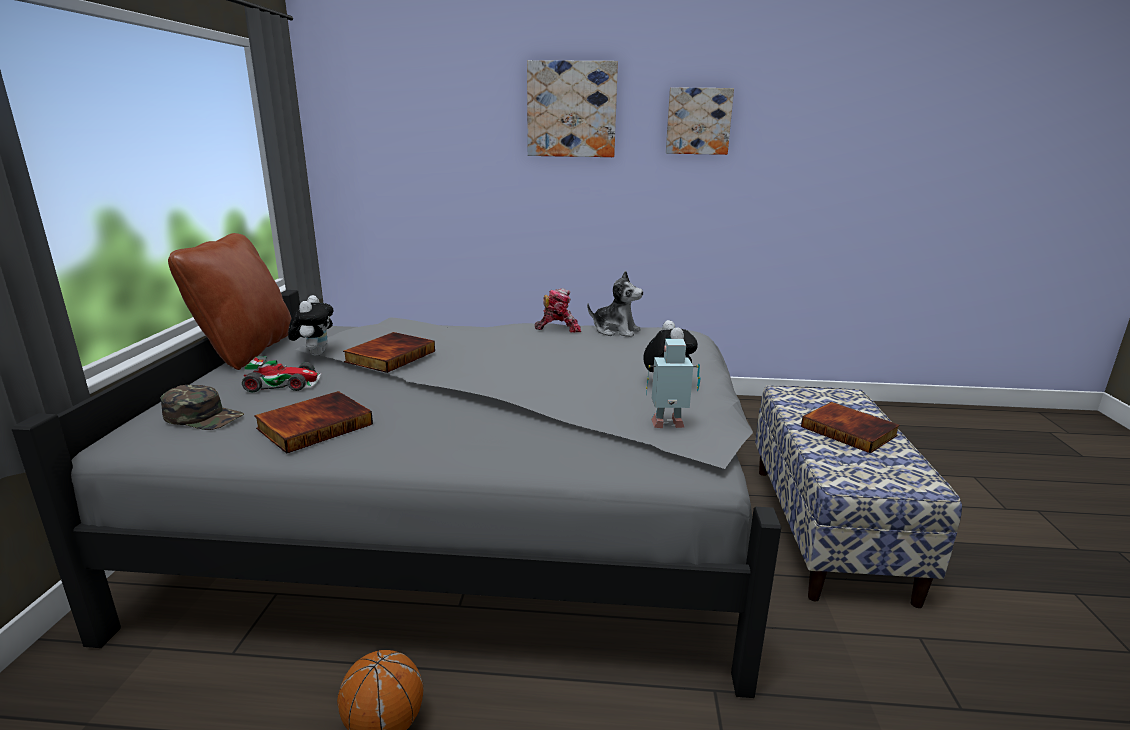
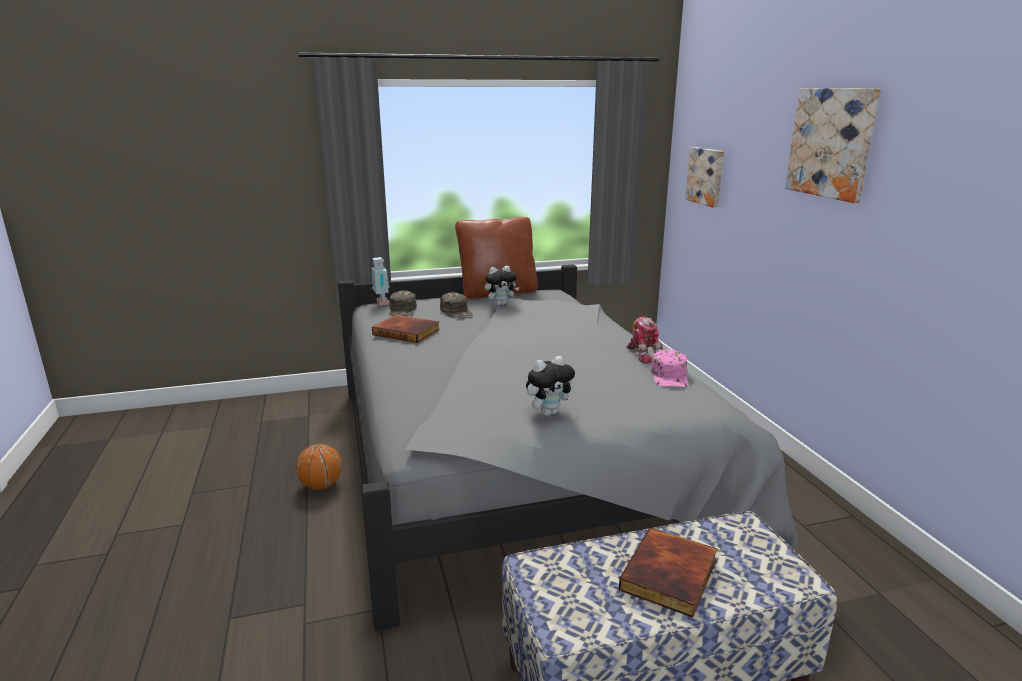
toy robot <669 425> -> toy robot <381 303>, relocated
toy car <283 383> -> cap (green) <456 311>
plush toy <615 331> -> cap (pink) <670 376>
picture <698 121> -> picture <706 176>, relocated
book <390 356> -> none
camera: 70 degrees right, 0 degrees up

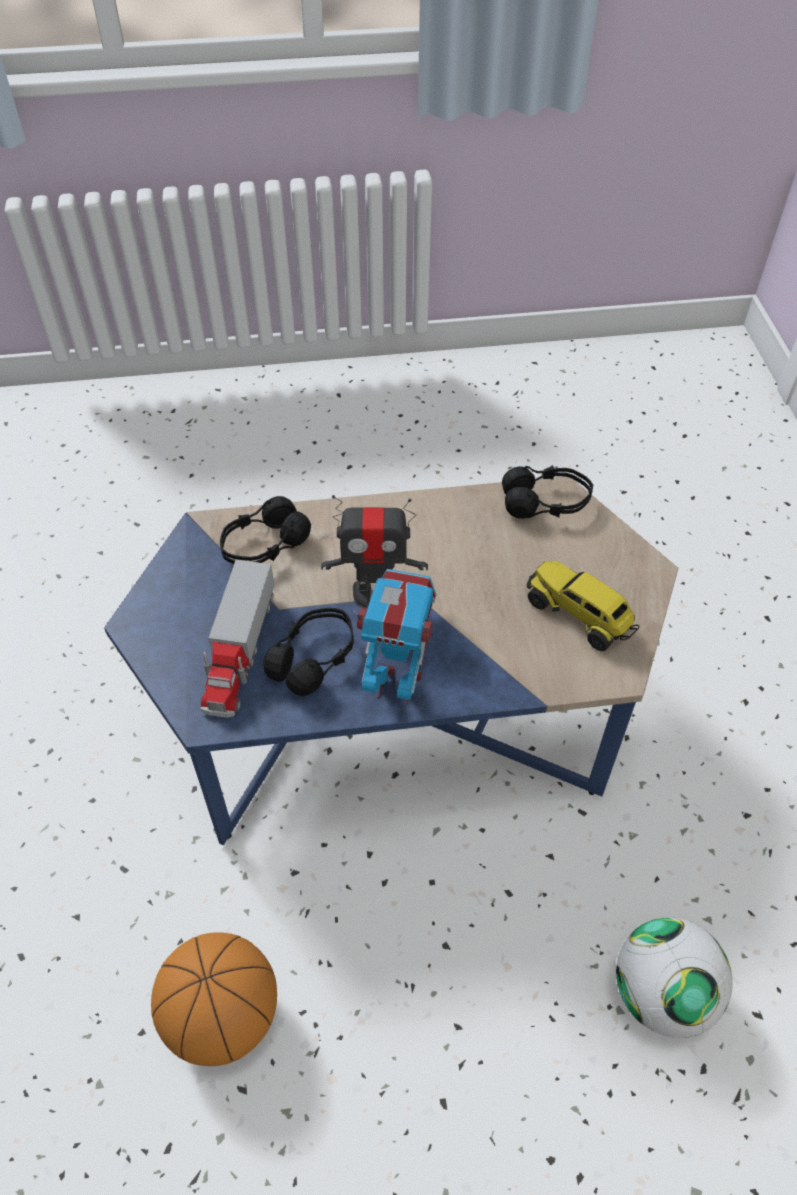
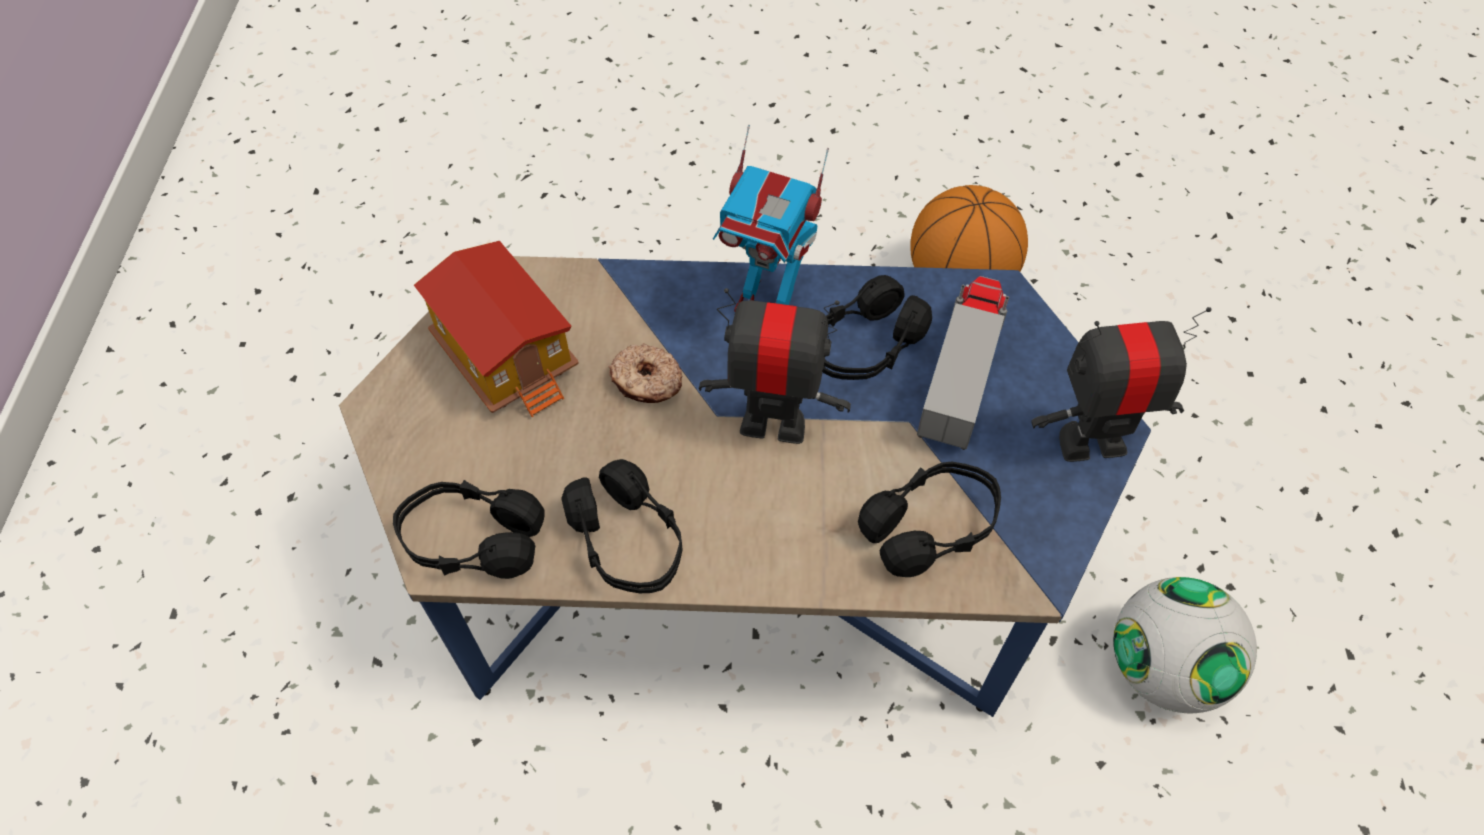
toy truck <579 615> -> toy house <509 355>
none -> headphones (black) <628 541>
none -> donut <647 382>
none -> toy robot <1091 443>
football <661 993> -> football <1162 668>, relocated
camera: 170 degrees left, 5 degrees up

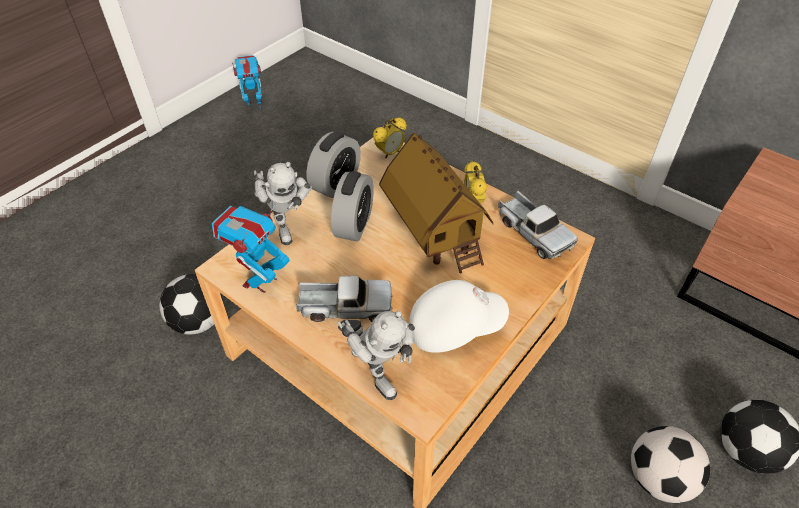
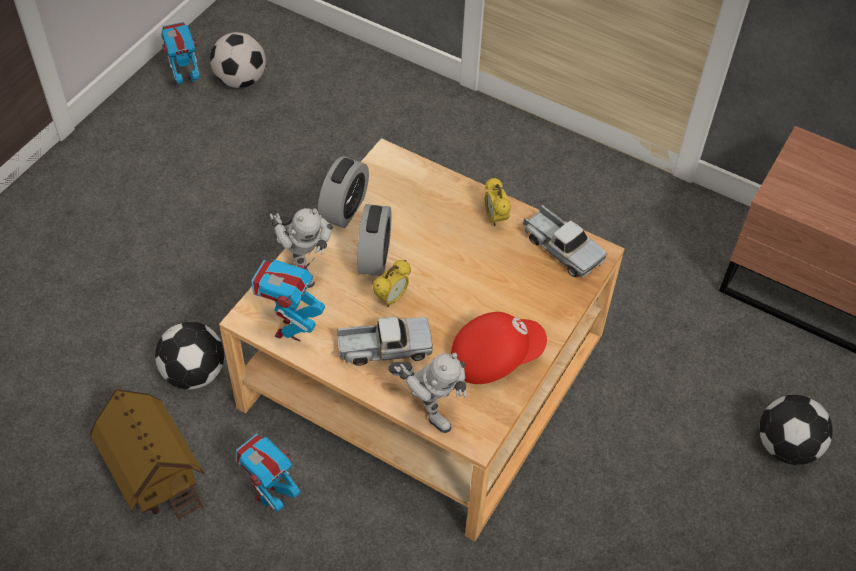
toy house <434 233> -> toy house <155 475>, relocated
football <658 478> -> football <240 80>, relocated
none -> toy robot <272 497>
alarm clock <390 153> -> alarm clock <391 298>, relocated
cap (white) <454 326> -> cap (red) <495 356>
camera: 10 degrees left, 5 degrees up

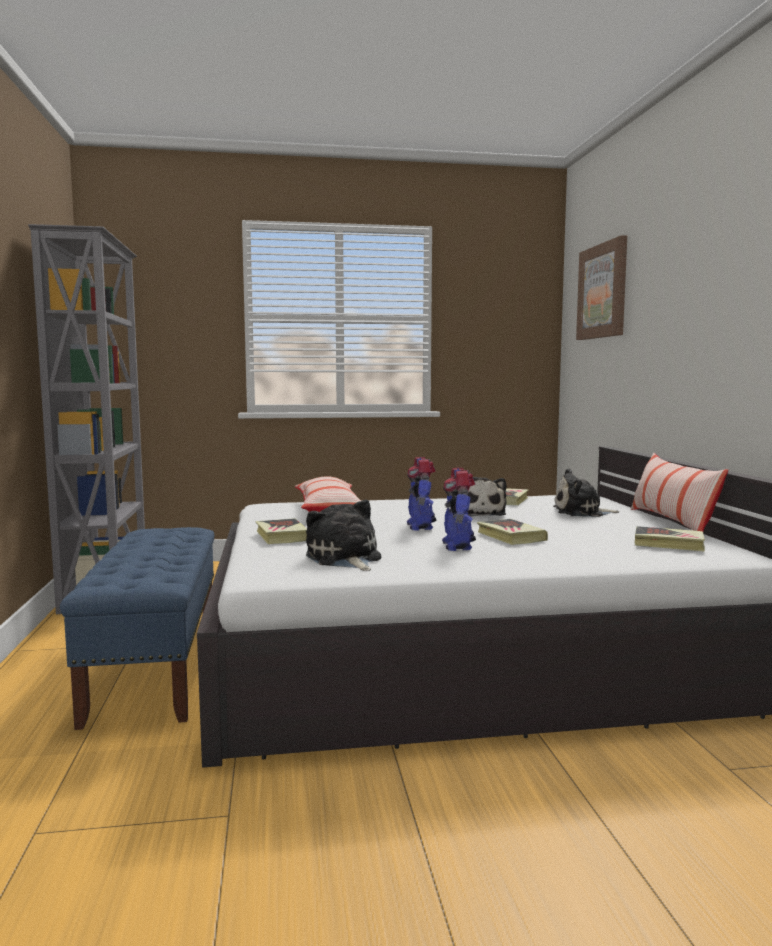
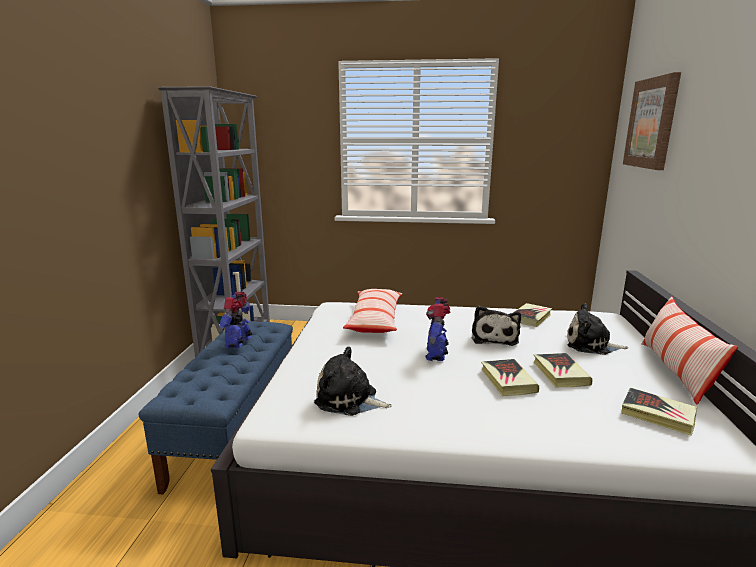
toy robot <458 545> -> toy robot <239 343>, relocated
plush toy <344 558> -> plush toy <349 400>, 60 degrees counterclockwise
book <282 536> -> book <560 373>, relocated
camera: 15 degrees right, 10 degrees up

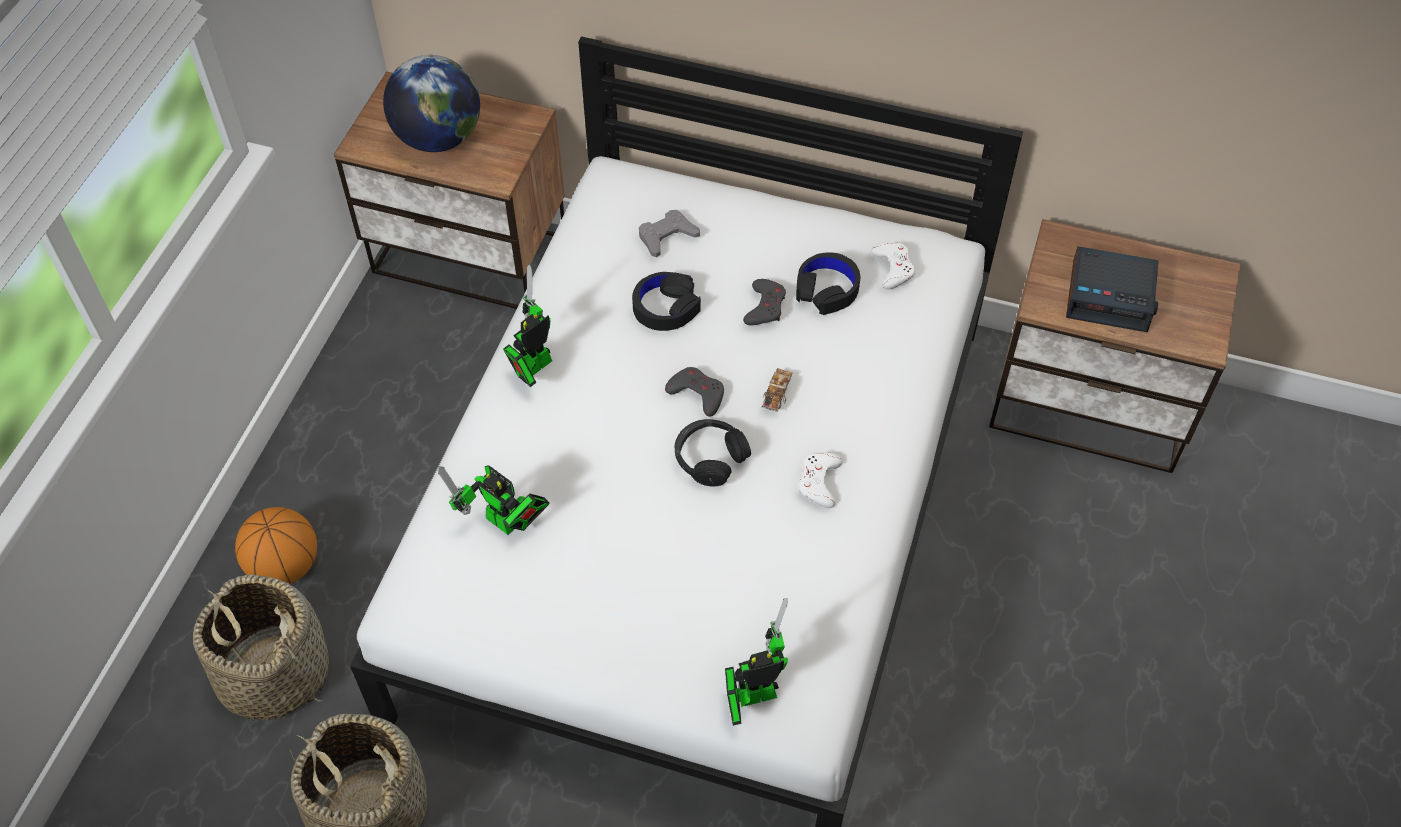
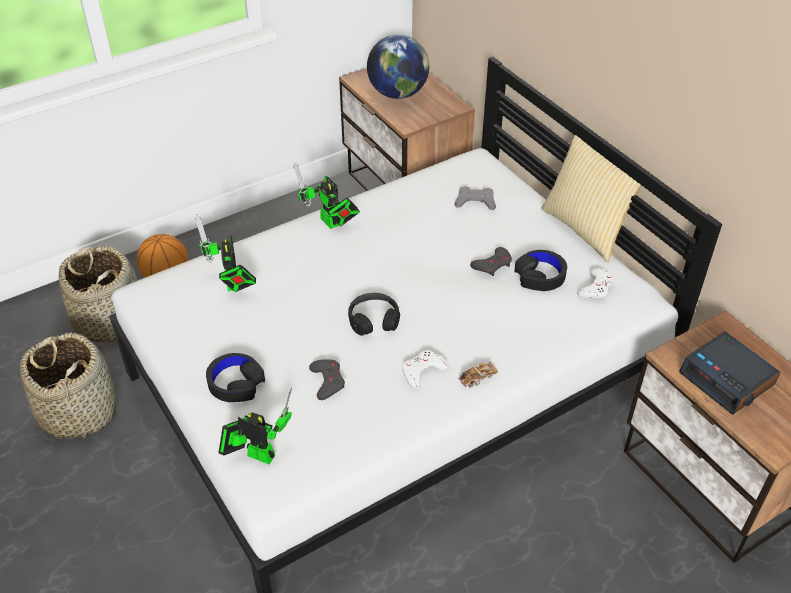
headphones (black) <666 307> -> headphones (black) <235 383>, relocated
toy robot <532 368> -> toy robot <331 224>, 120 degrees counterclockwise
game controller (grey) <697 393> -> game controller (grey) <327 381>, relocated
toy car <777 394> -> toy car <477 379>, relocated
none -> pillow <586 228>
camera: 40 degrees right, 10 degrees down

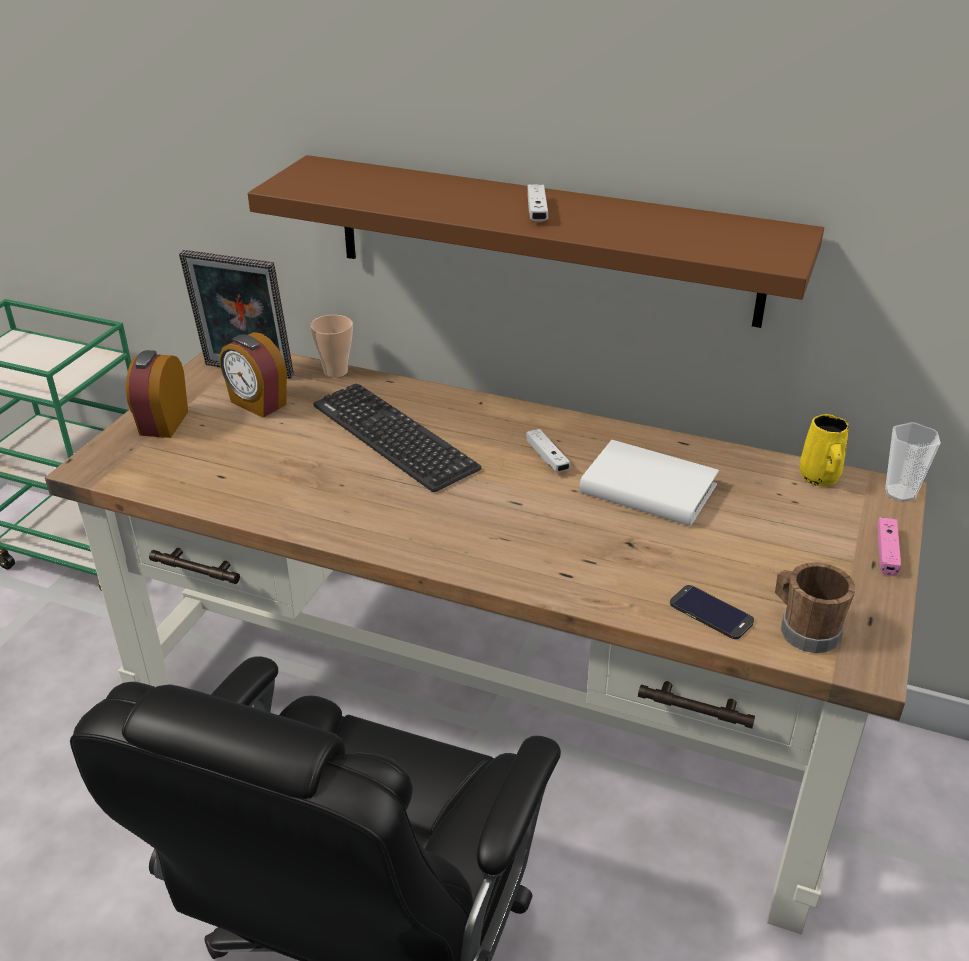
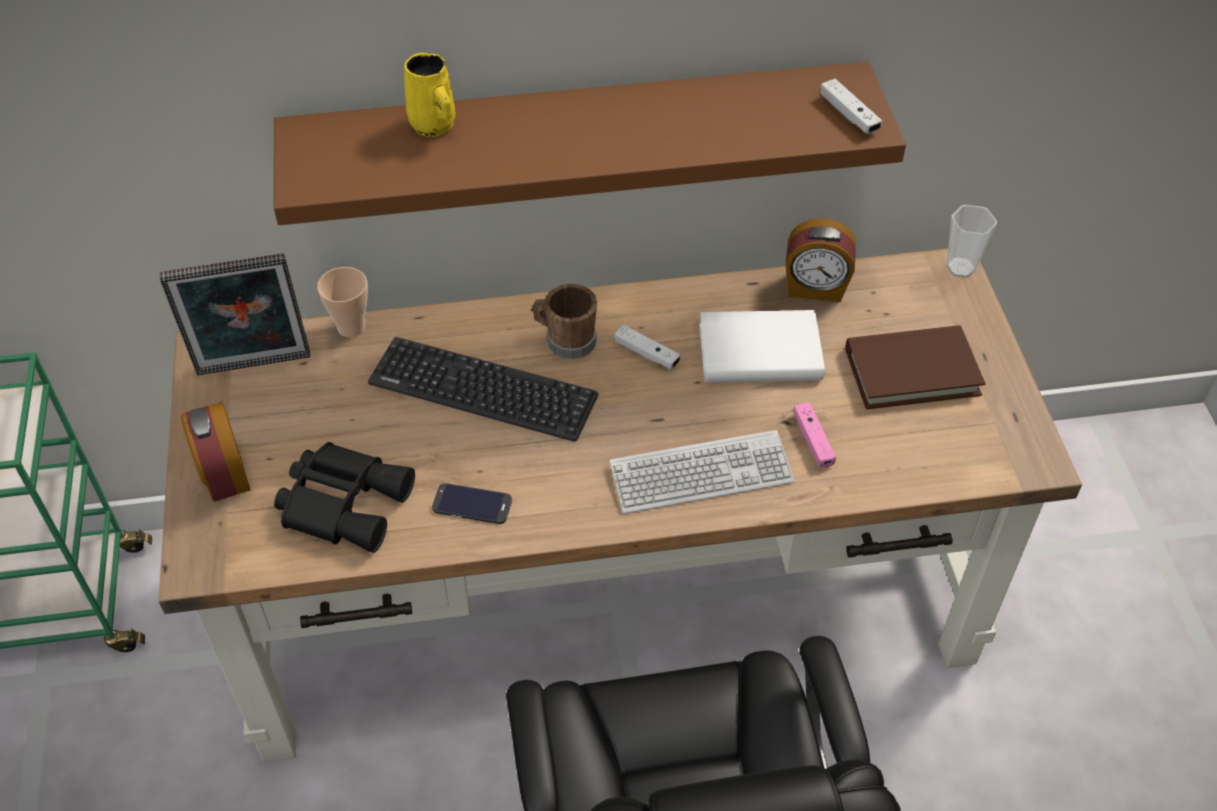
none -> binoculars (black) <344 501>
mug (yellow) <819 478> -> mug (yellow) <434 126>, relocated
phone <711 613> -> phone <472 504>, relocated
mug (brown) <804 629> -> mug (brown) <566 340>, relocated
none -> keyboard <701 474>
alarm clock <257 404> -> alarm clock <815 288>, relocated
game controller (pink) <886 552> -> game controller (pink) <813 440>, relocated
game controller (white) <537 212> -> game controller (white) <849 115>, relocated
none -> book (brown) <912 371>
camera: 30 degrees left, 15 degrees up

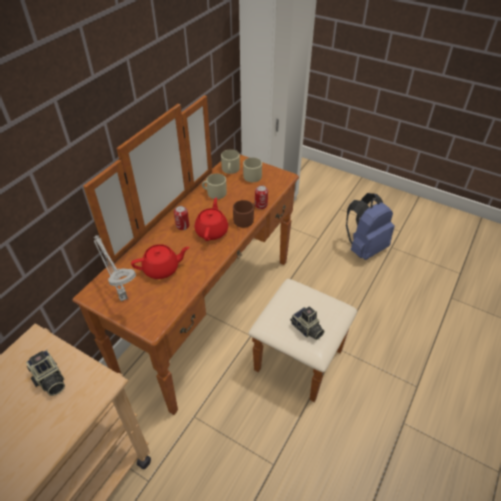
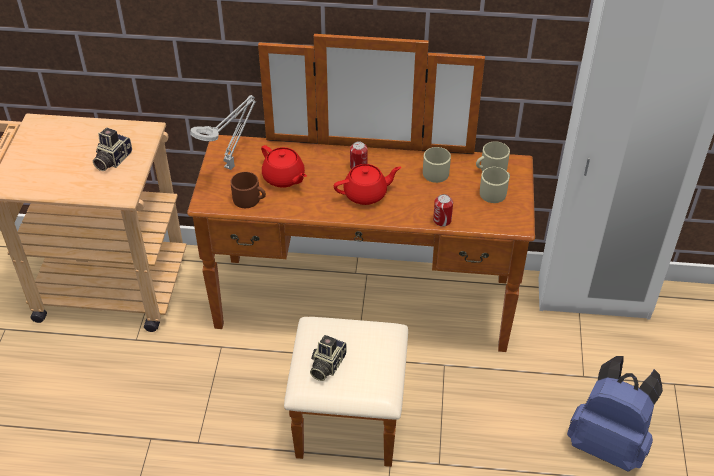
mug (brown) <245 219> -> mug (brown) <250 199>, relocated
camera: 65 degrees right, 0 degrees up

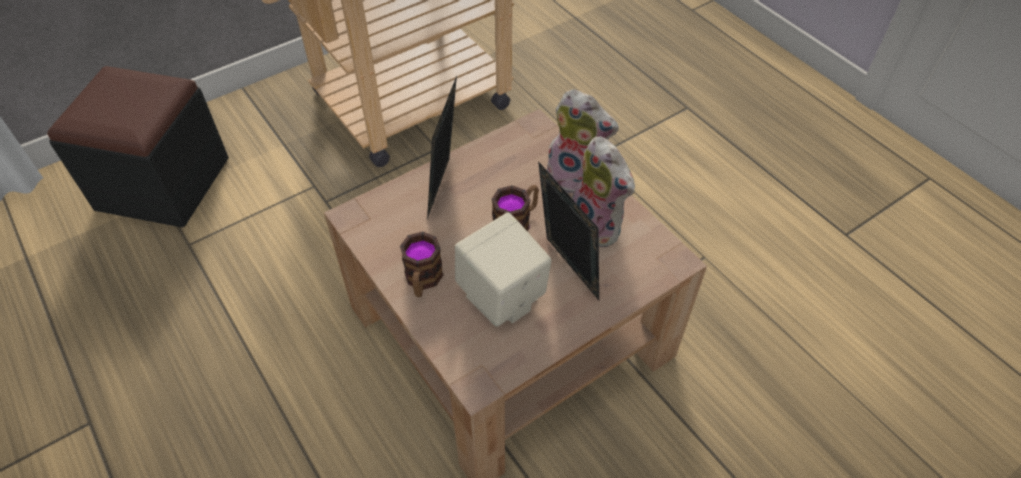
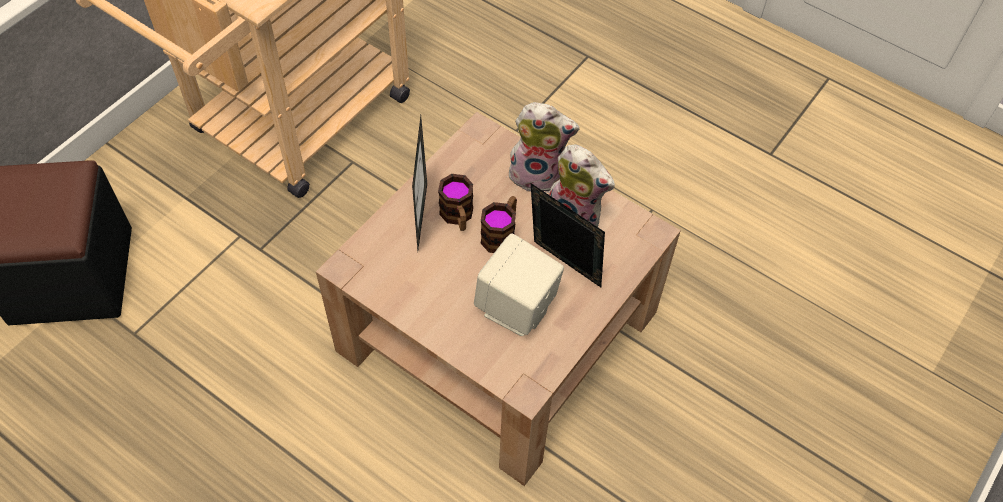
mug <422 281> -> mug <458 217>, relocated
camera: 20 degrees left, 5 degrees up

